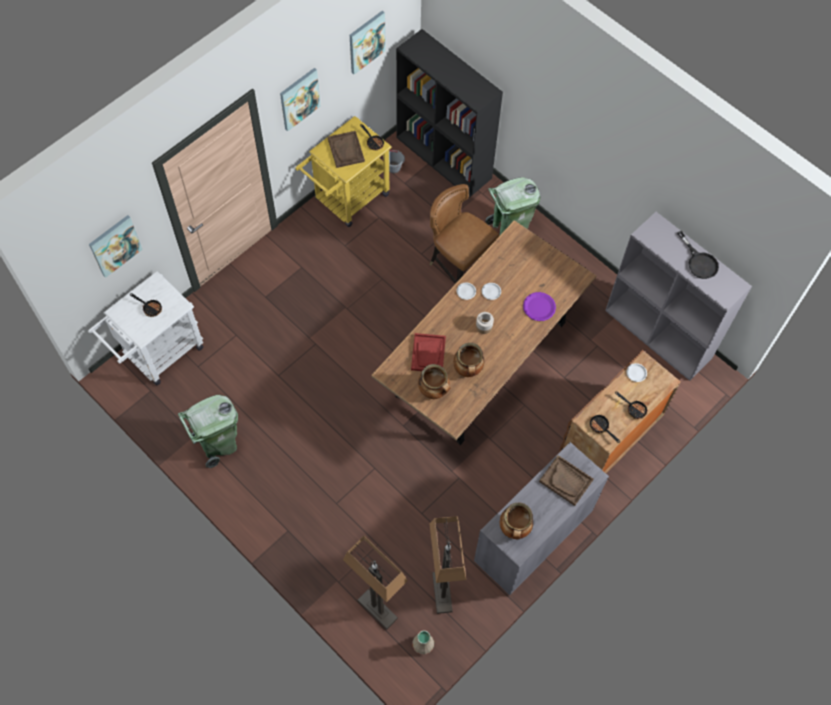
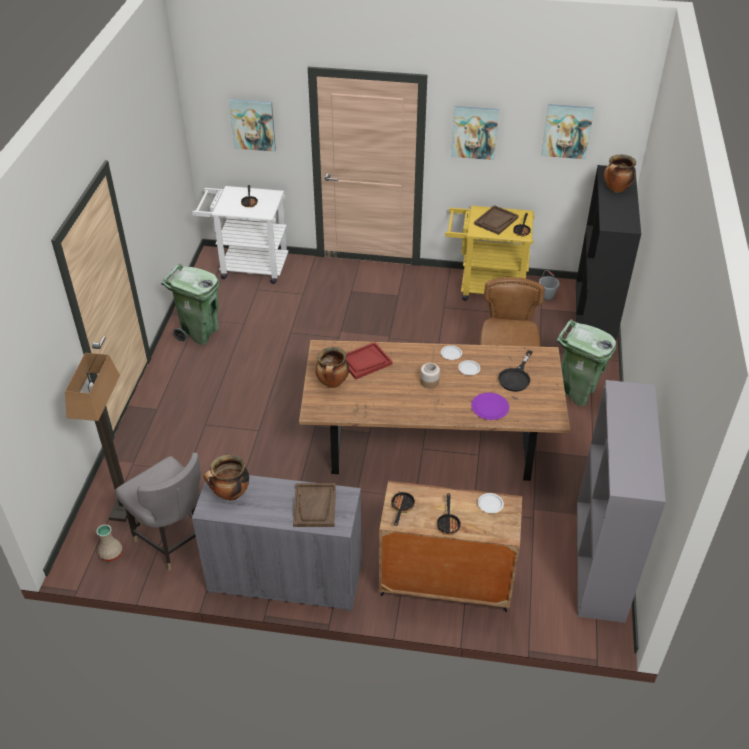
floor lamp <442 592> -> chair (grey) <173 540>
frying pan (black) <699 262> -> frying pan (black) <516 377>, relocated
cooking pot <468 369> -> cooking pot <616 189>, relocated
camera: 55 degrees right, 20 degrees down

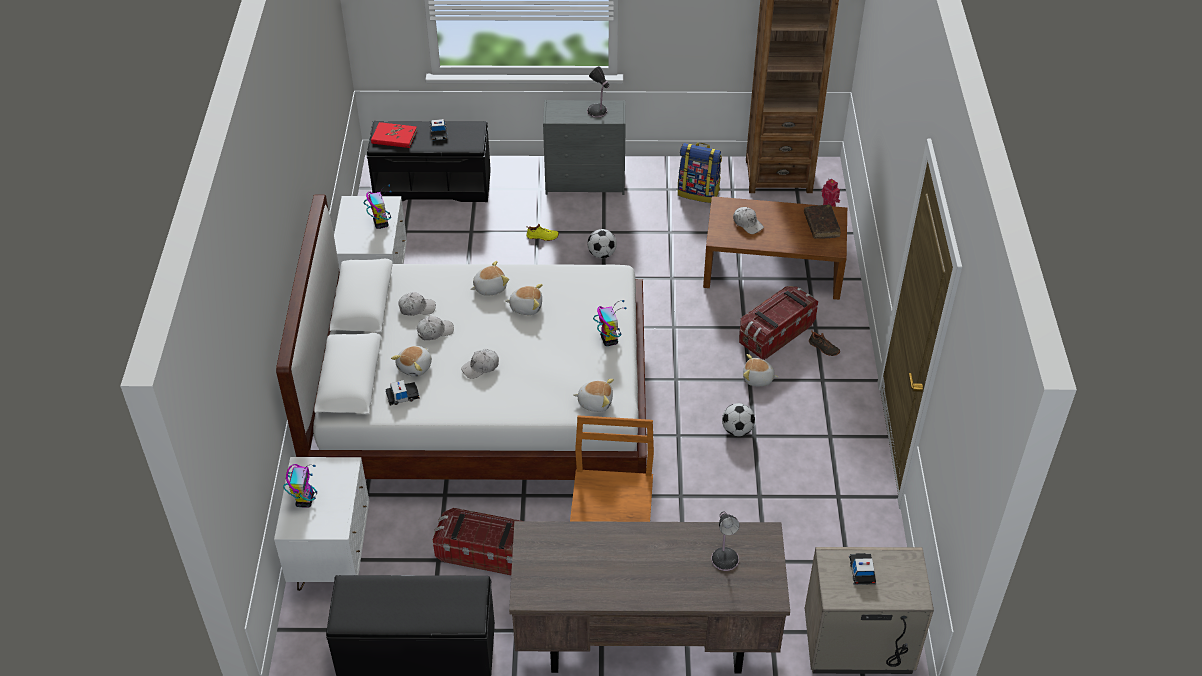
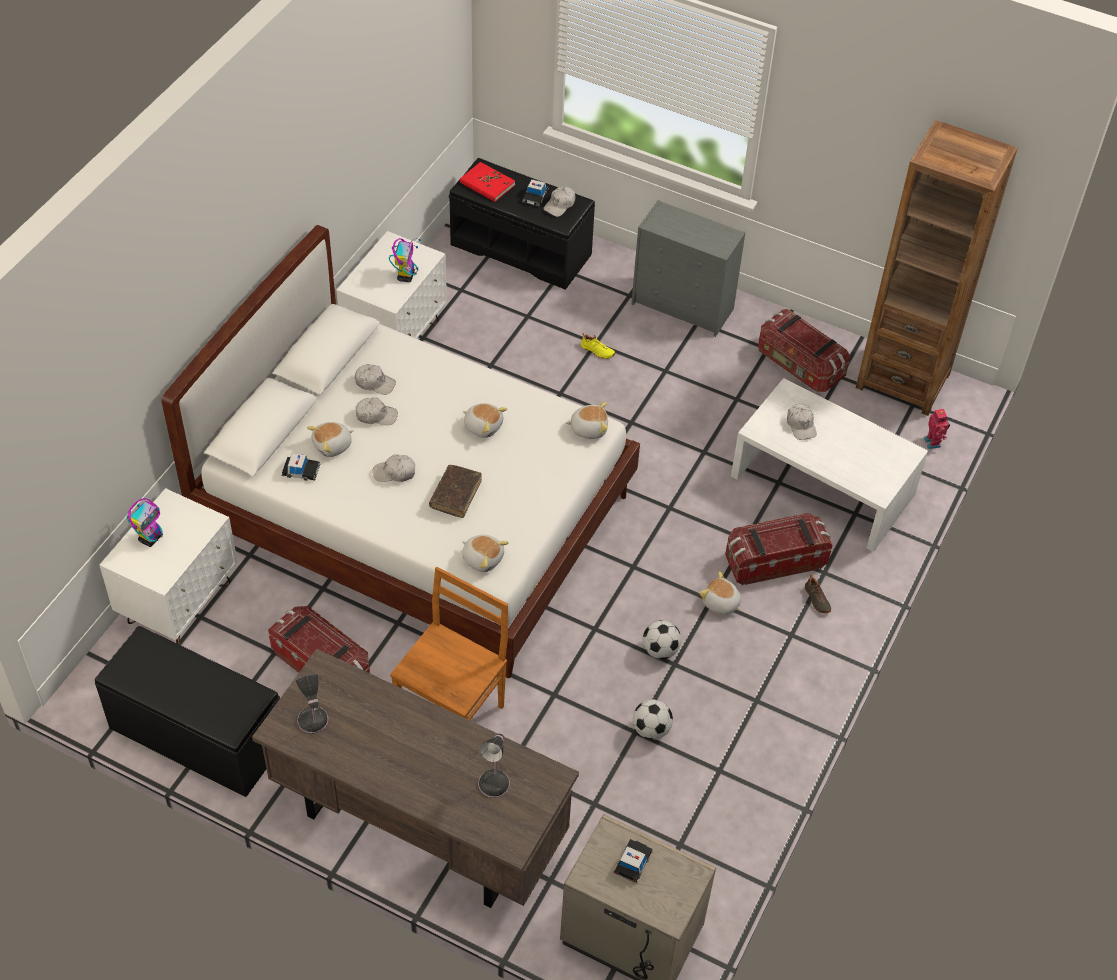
table lamp <598 112> -> table lamp <313 722>, relocated
book (brown) <821 225> -> book (brown) <455 495>, relocated
none -> cap (white) <560 205>
plush toy <489 287> -> plush toy <588 428>, relocated
football <602 254> -> football <651 729>, relocated
coffee table (brown) <772 268> -> coffee table (white) <822 486>
backpack <699 192> -> storage box <799 365>
toy robot <609 339> -> none
camera: 25 degrees right, 5 degrees up

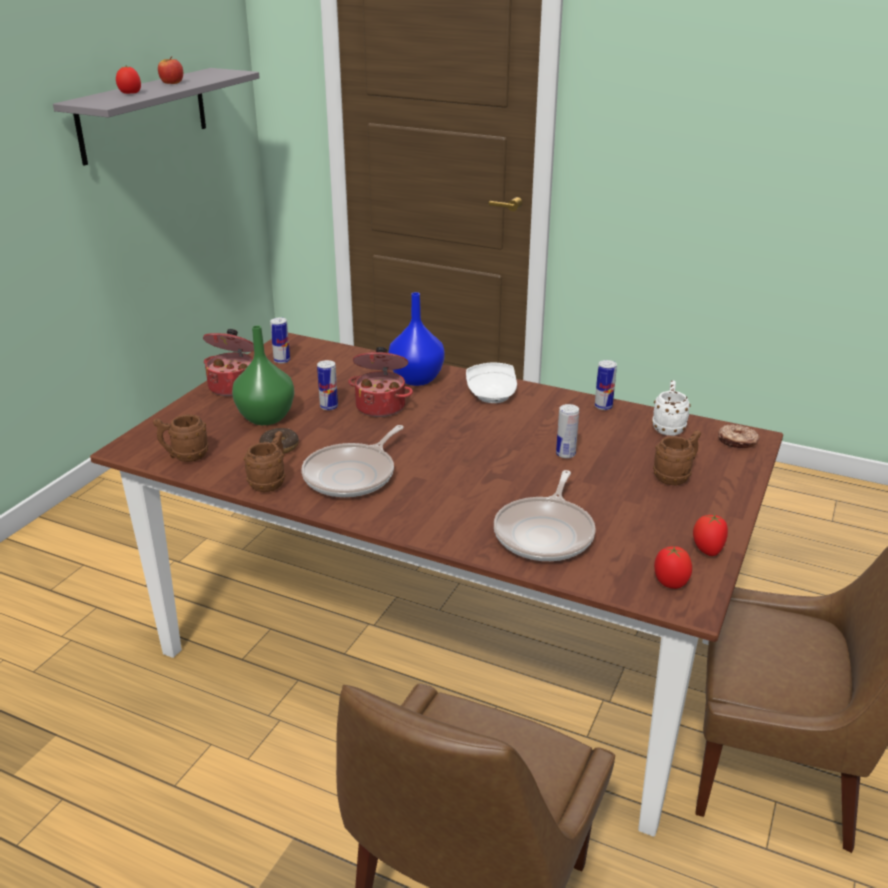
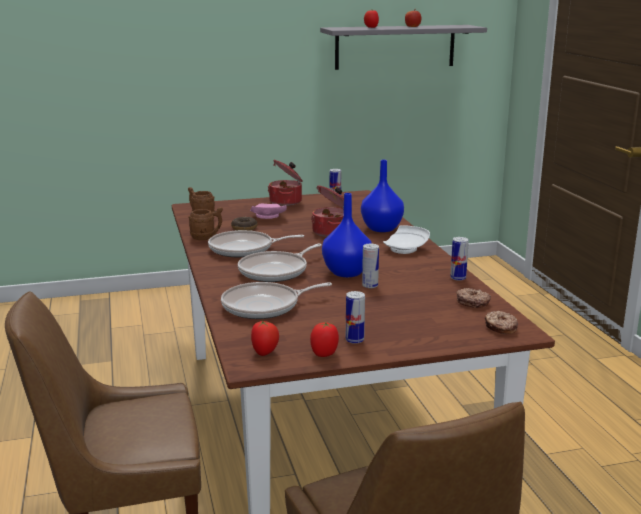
none -> frying pan <276 271>
vase (green) <266 418> -> plate (pink) <267 217>
none -> vase (blue) <346 273>
can <329 407> -> can <354 340>, relocated
mug (white) <668 427> -> donut <472 302>
mug (brown) <675 476> -> none
camera: 50 degrees right, 10 degrees down

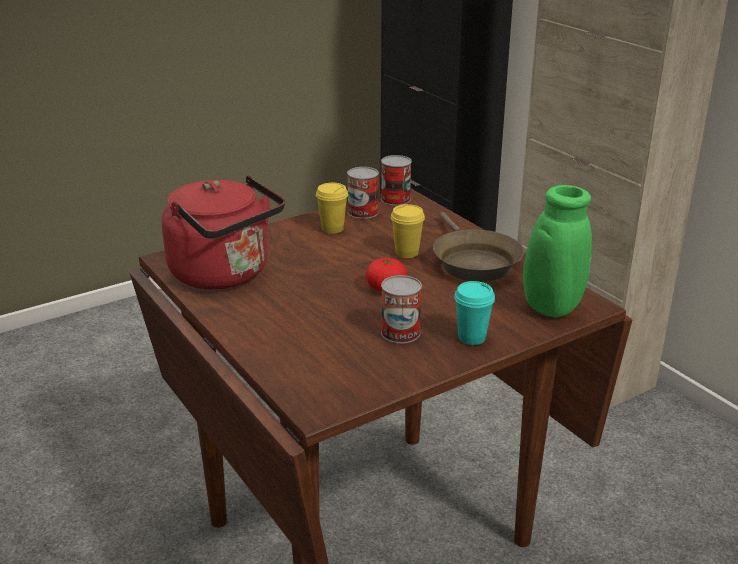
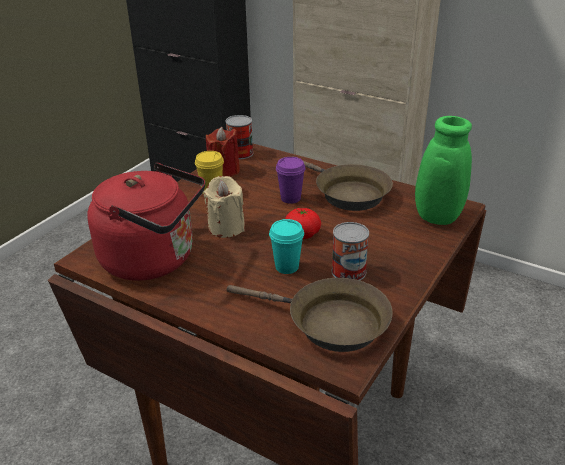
none -> candle (beige) <226 227>
can <363 212> -> candle (red) <224 170>
none -> frying pan (brown) <330 323>
cup (turquoise) <472 337> -> cup (turquoise) <287 267>, relocated
cup (yellow) <406 253> -> cup (purple) <290 198>
camera: 25 degrees left, 5 degrees up

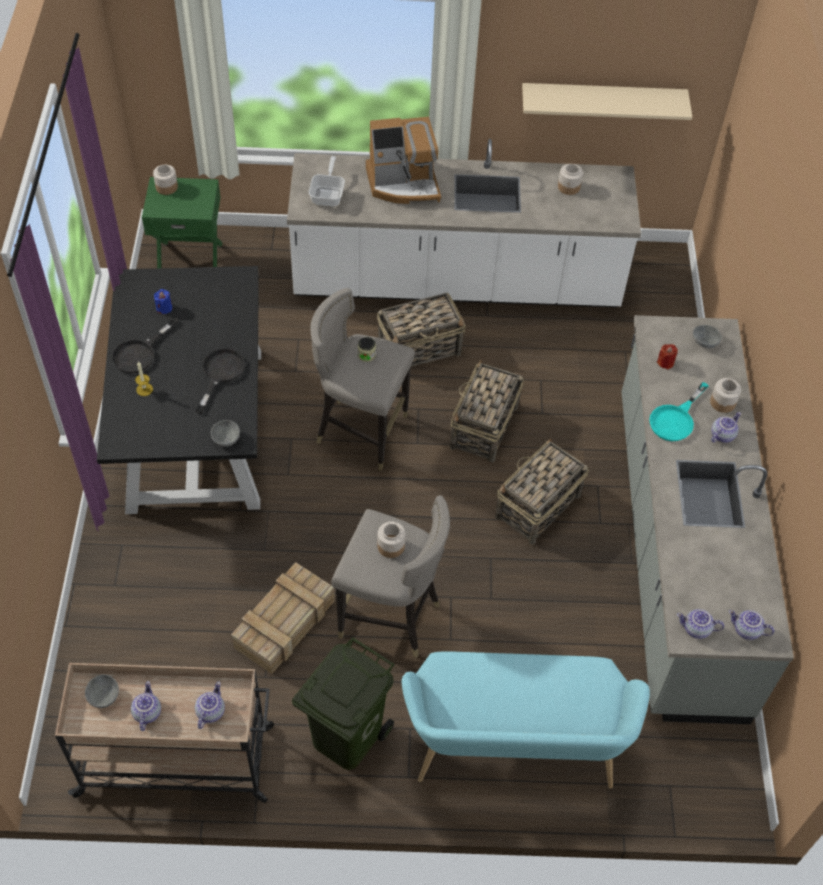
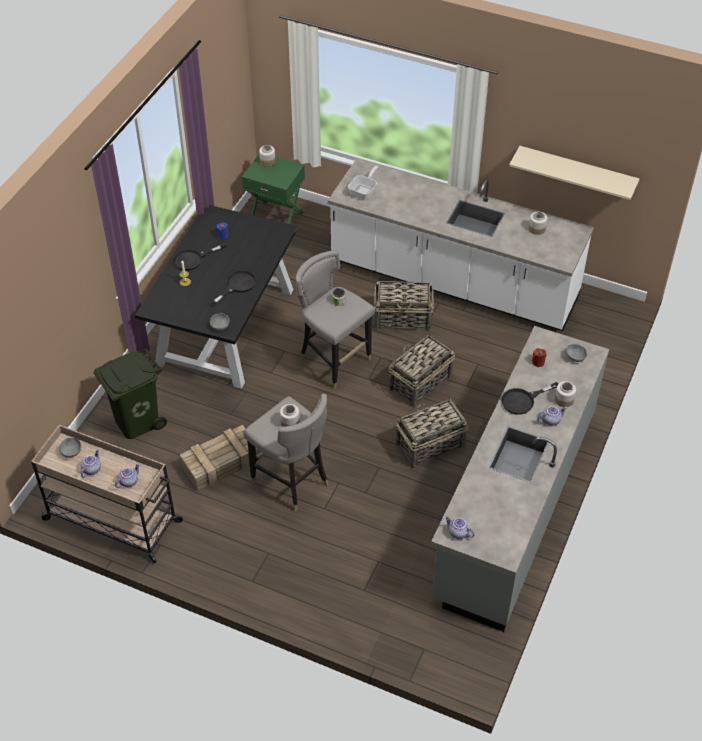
trash can (green) <345 736> -> trash can (green) <136 421>, relocated
frying pan (turquoise) <675 419> -> frying pan (black) <523 400>
coffee machine <403 183> -> none
bench (turquoise) <513 750> -> none
teapot <746 630> -> none
camera: 25 degrees right, 5 degrees down

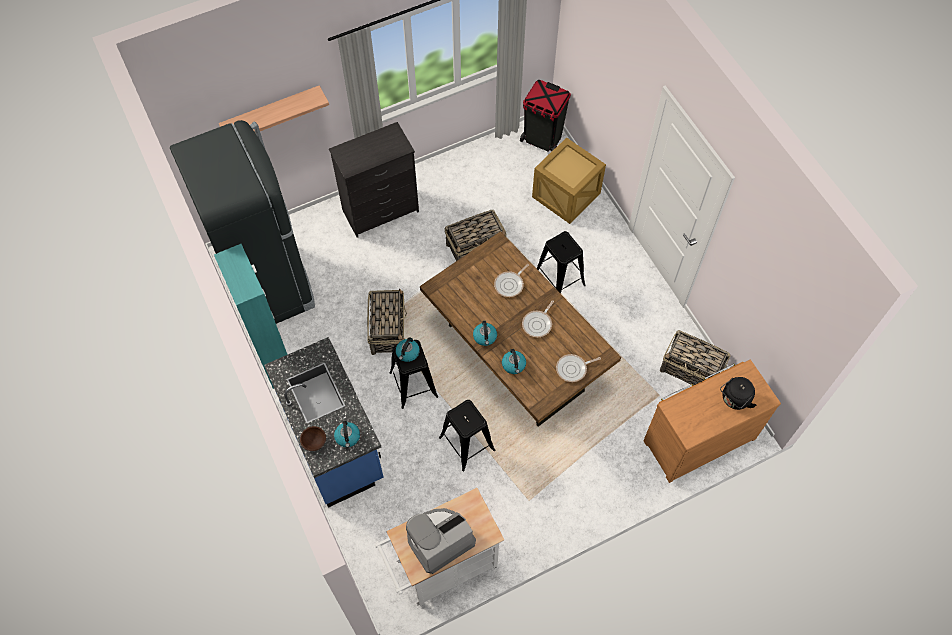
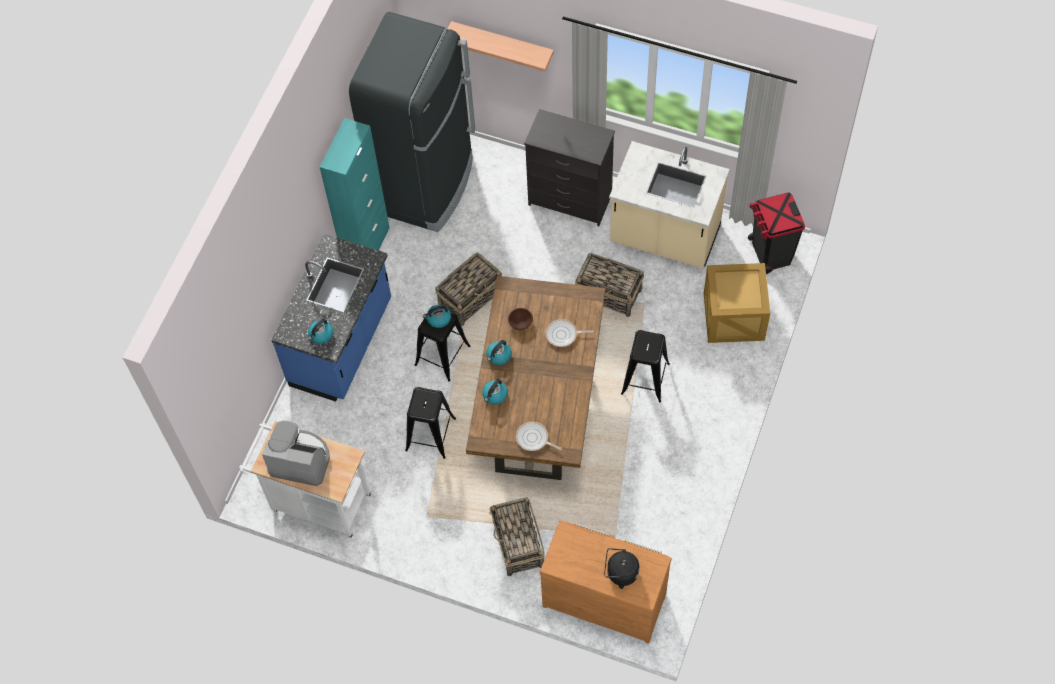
basket <691 370> -> basket <518 544>, relocated
bowl (brown) <314 441> -> bowl (brown) <521 322>, relocated
none -> counter (beige) <665 237>
frying pan <538 324> -> none
camera: 50 degrees right, 0 degrees up

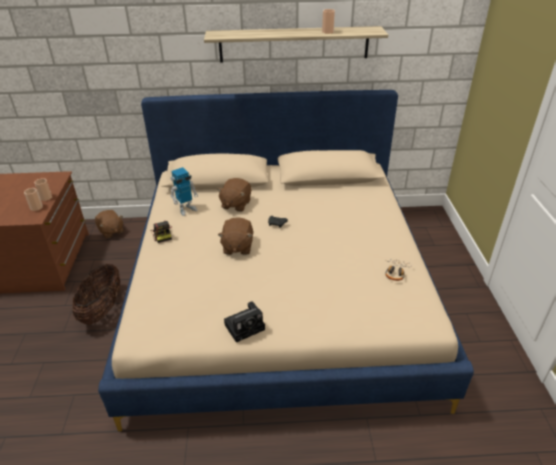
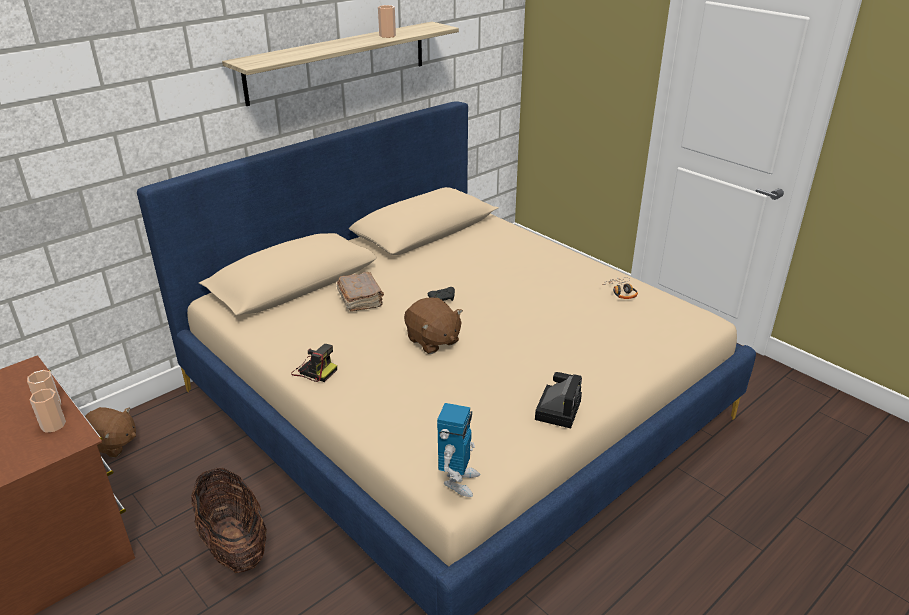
plush toy (brown) <235 204> -> book (brown) <360 299>
toy robot <186 209> -> toy robot <458 481>, relocated
camera: 40 degrees left, 5 degrees down

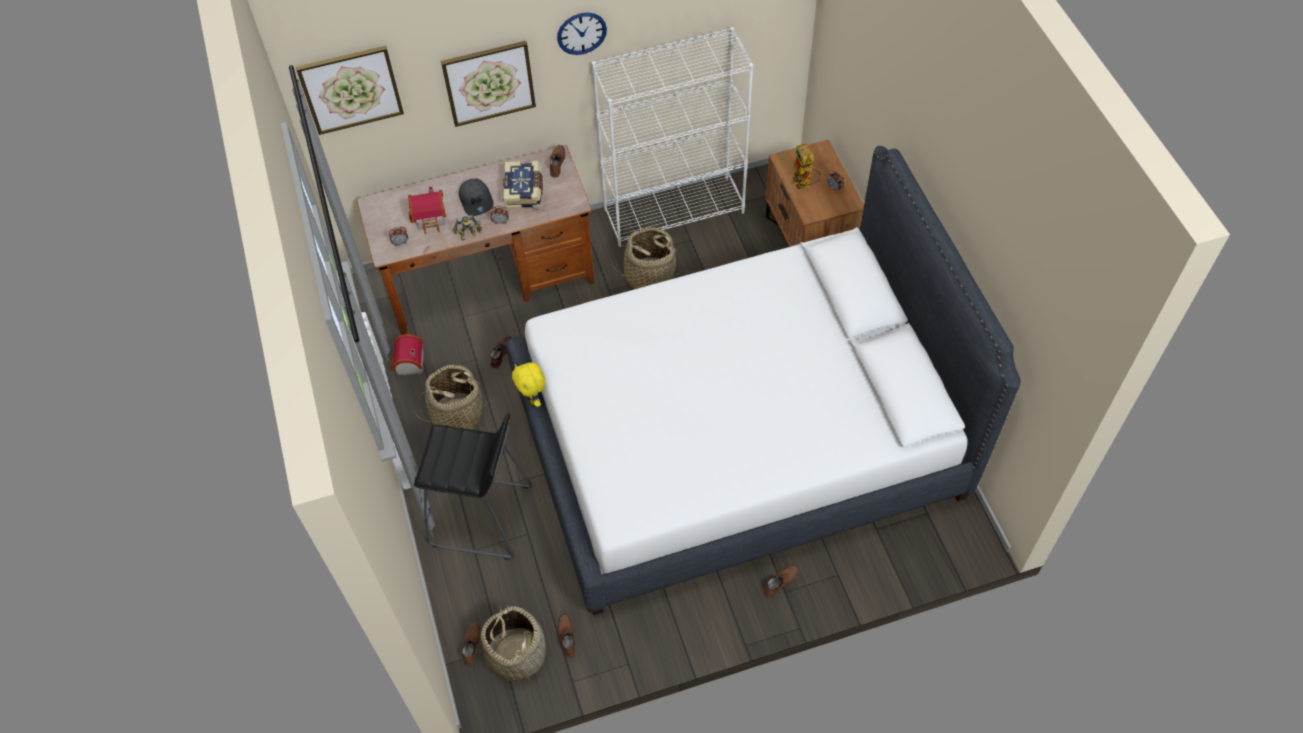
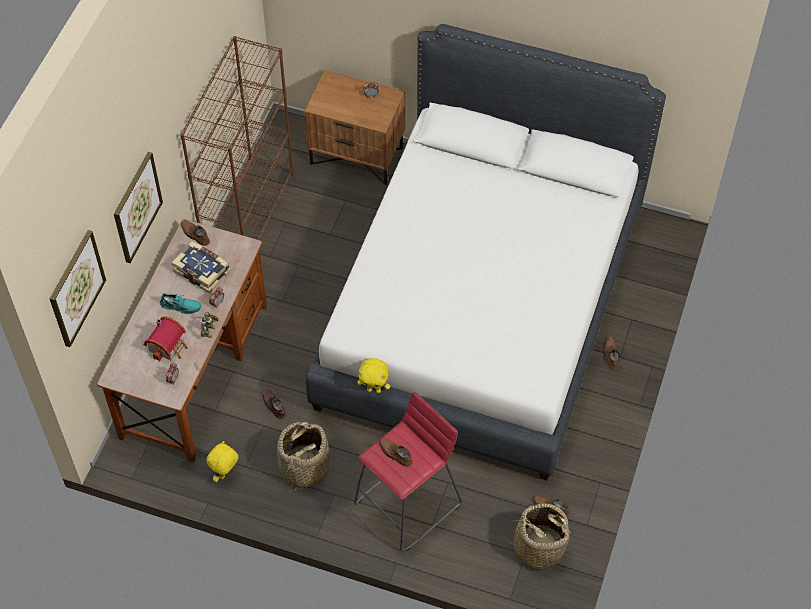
cap (grey) <477 201> -> shoe (turquoise) <181 306>
bookcase (white) <674 210> -> bookcase (brown) <249 213>
toy house <408 364> -> plush toy (yellow) <225 474>
stool (black) <482 517> -> stool (red) <408 503>
shoe (brown) <471 644> -> shoe (brown) <395 454>, relocated
wall clock <581 33> -> none
basket <649 277> -> none
toy robot <804 185> -> none
camera: 55 degrees left, 0 degrees up

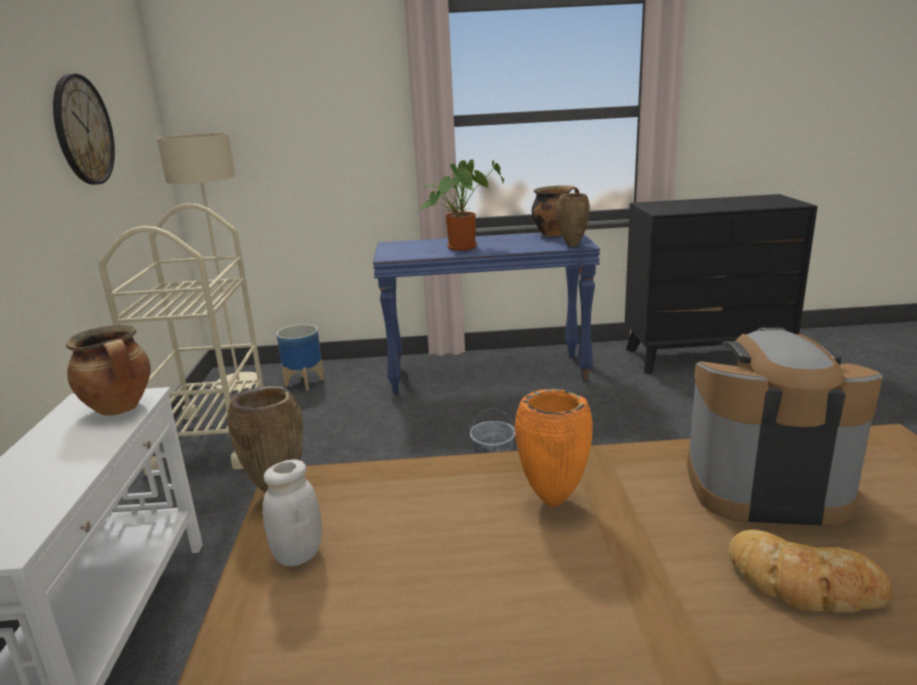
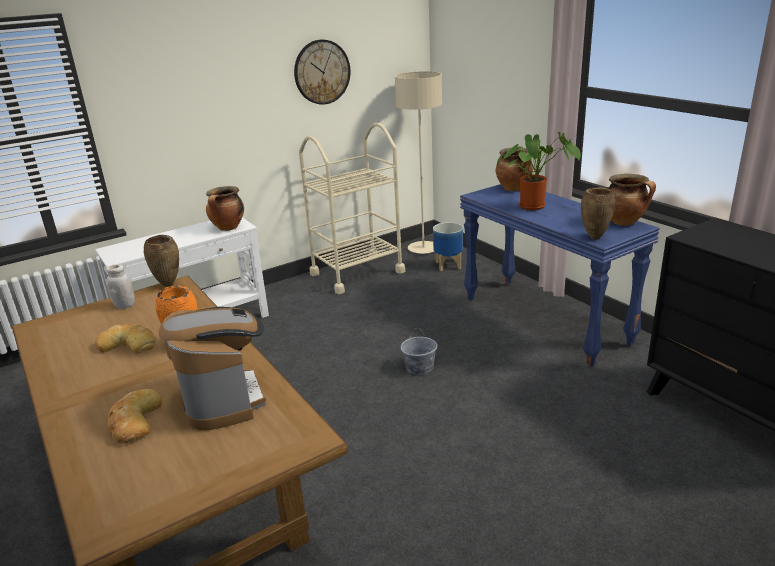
none -> bread <128 344>
none -> cooking pot <514 189>
camera: 60 degrees right, 5 degrees up

